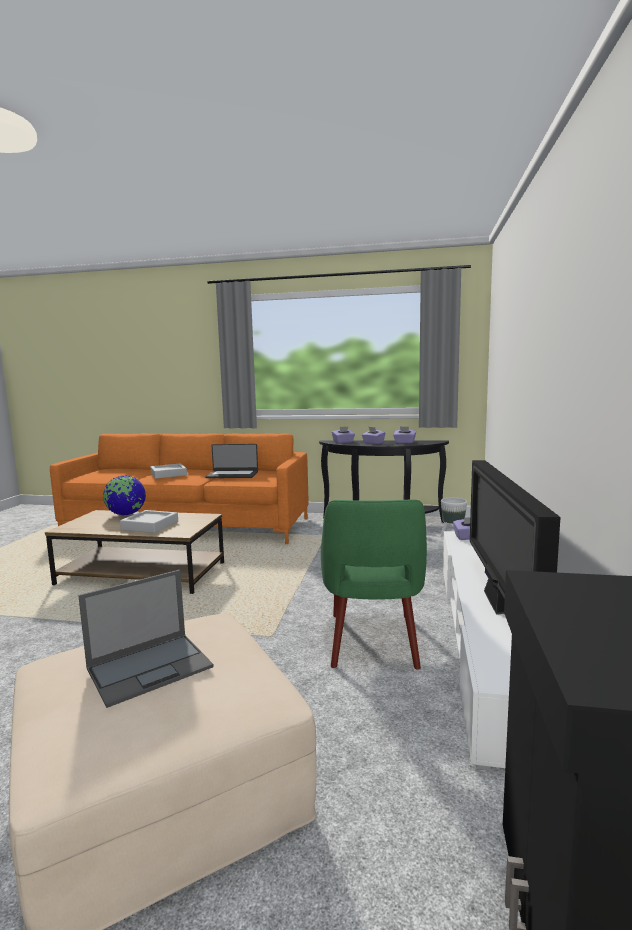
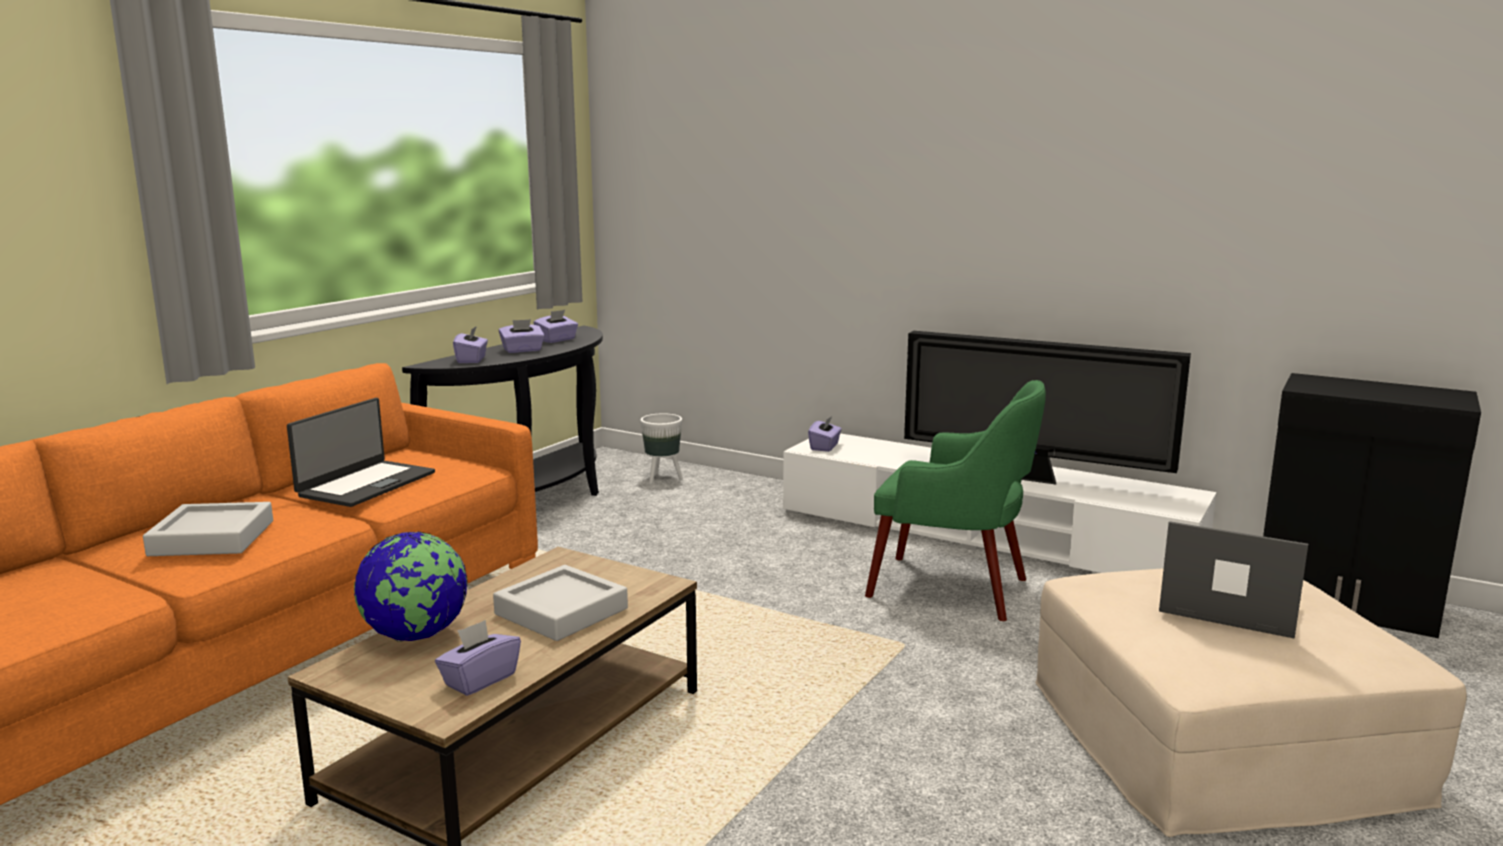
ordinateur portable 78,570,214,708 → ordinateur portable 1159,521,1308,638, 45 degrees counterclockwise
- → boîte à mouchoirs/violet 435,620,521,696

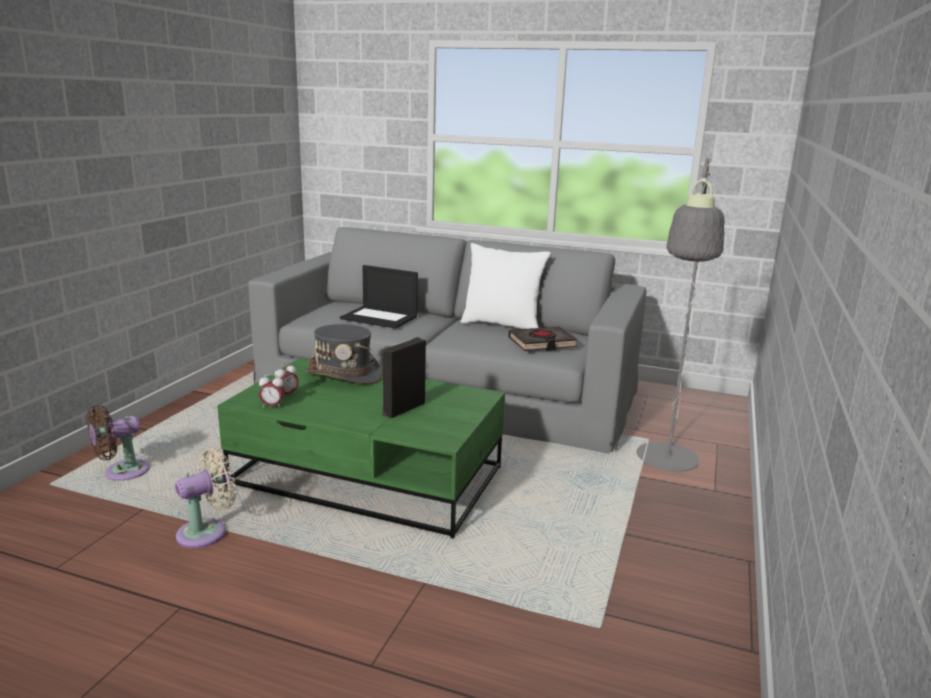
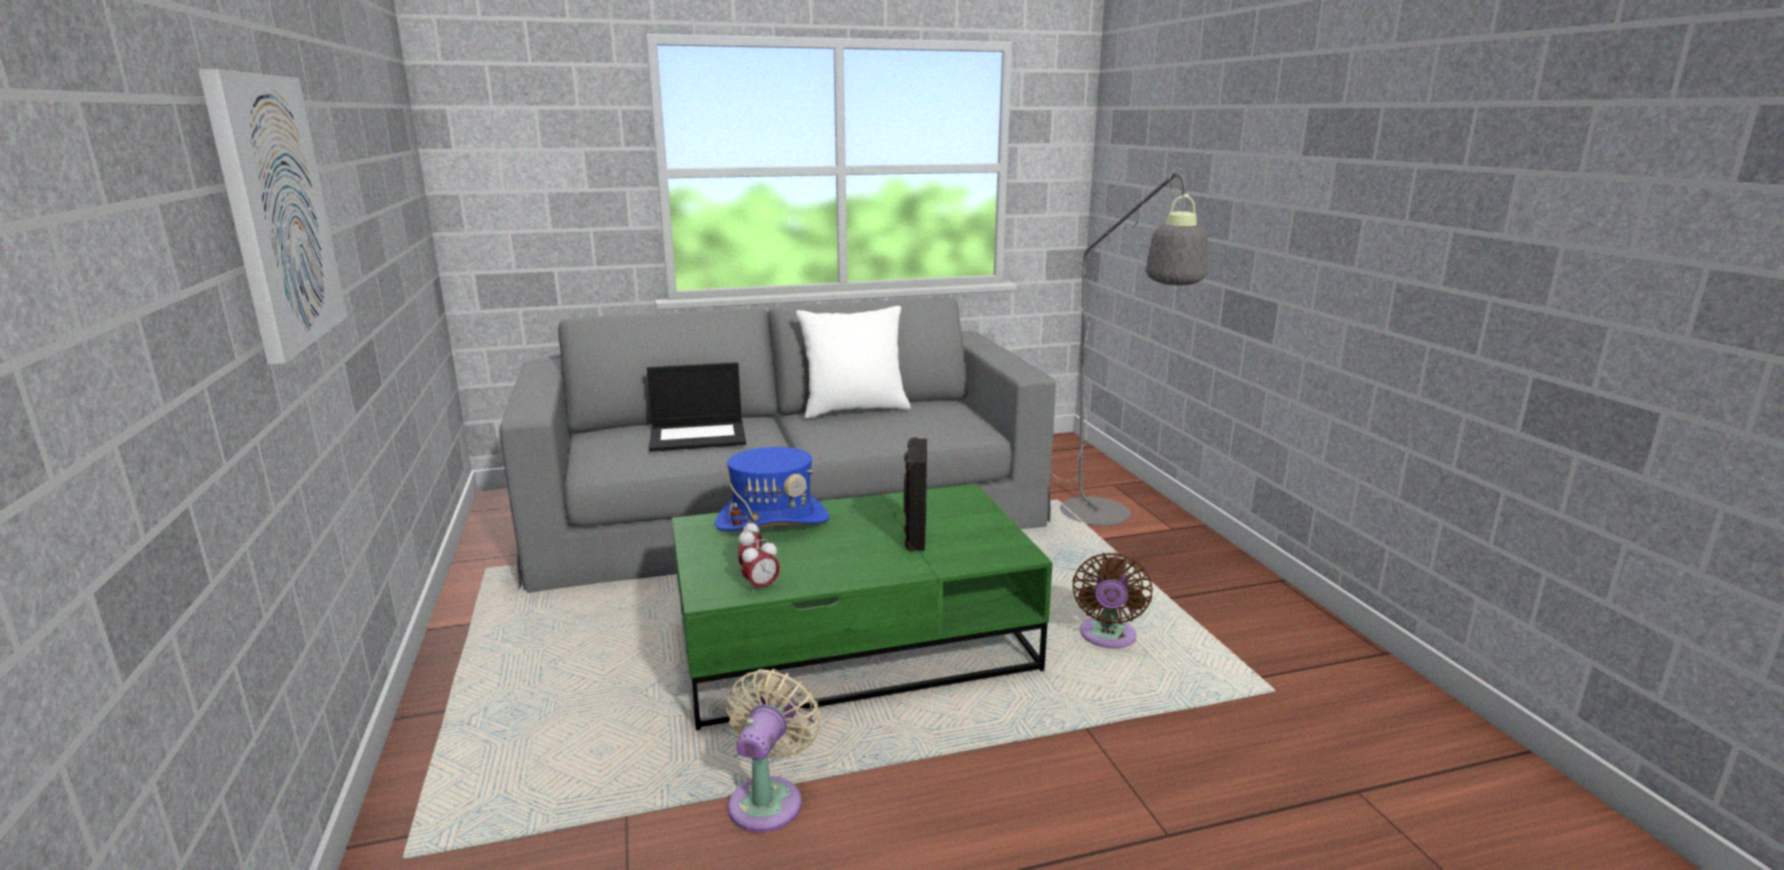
ventilateur/marron 87,405,150,481 → ventilateur/marron 1072,552,1152,648, shifted
chapeau/gris 305,324,382,384 → chapeau/bleu 715,447,829,531
livre/noir 508,327,577,351 → -
- → tableau 198,69,347,365

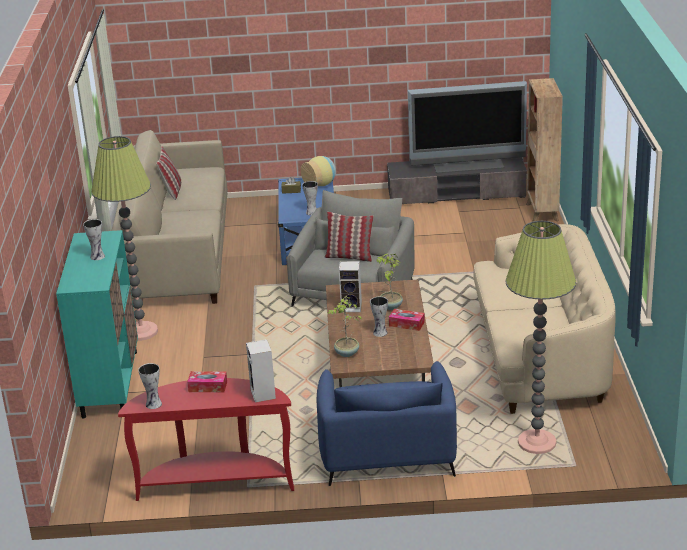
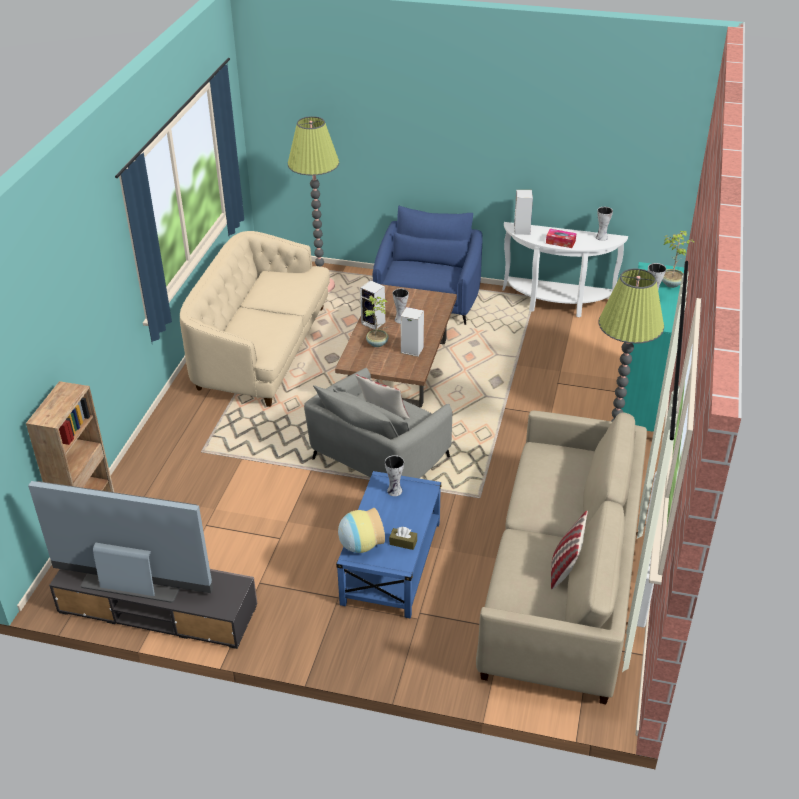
table console/rouge 118,378,294,501 → table console/blanc 502,222,628,317
plante en pot 327,296,362,357 → plante en pot 662,231,695,288, shifted
boîte à mouchoirs 389,309,425,331 → enceinte 360,280,385,330

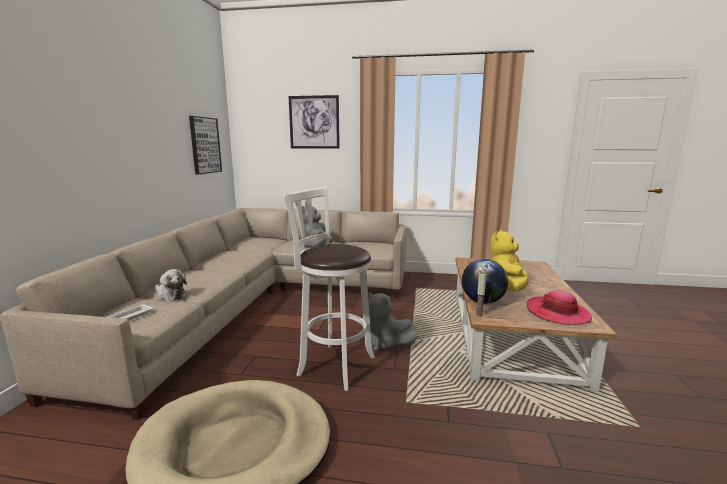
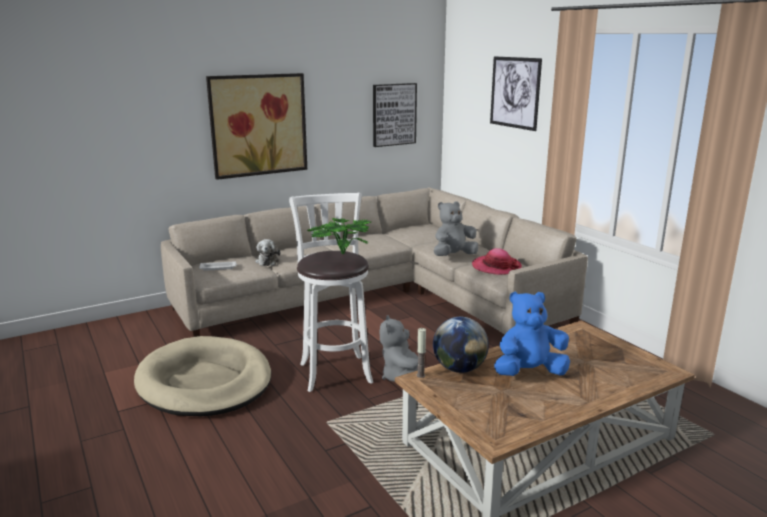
peluche/jaune 491,229,528,292 → peluche/bleu 494,291,570,376
chapeau 527,290,592,325 → chapeau 472,248,522,275, shifted
- → tableau 206,73,307,180
- → plante en pot 307,218,372,254

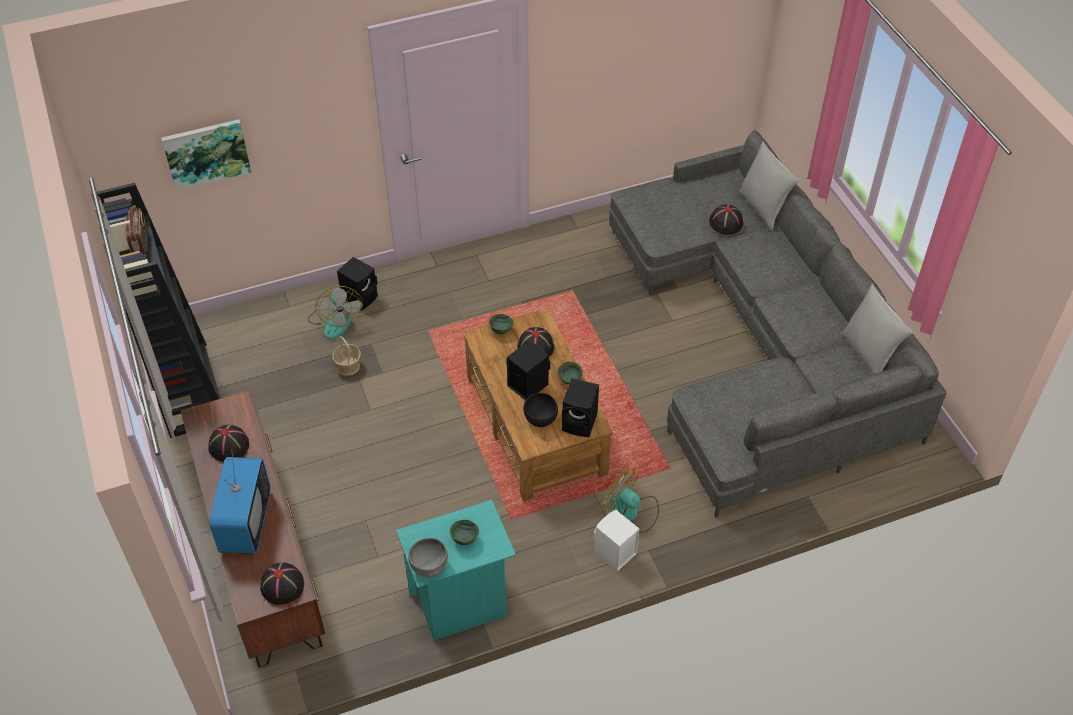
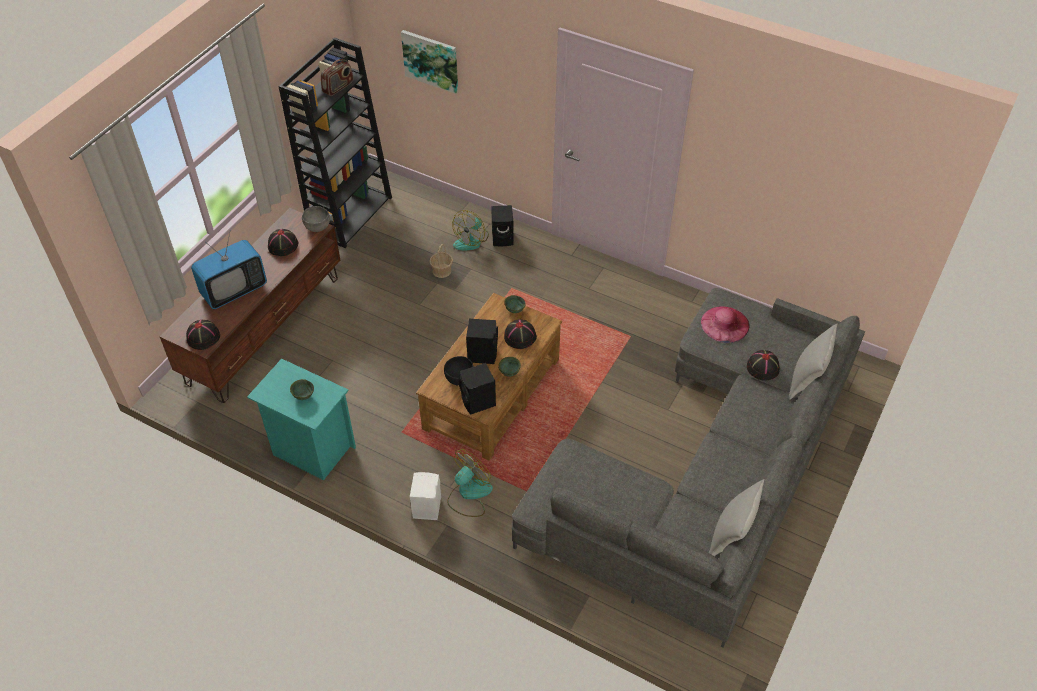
bol/gris 408,538,448,577 → bol/gris 302,206,330,232, shifted
ventilateur 599,467,659,533 → ventilateur 447,449,493,517, 45 degrees clockwise
- → chapeau/rose 701,306,750,343

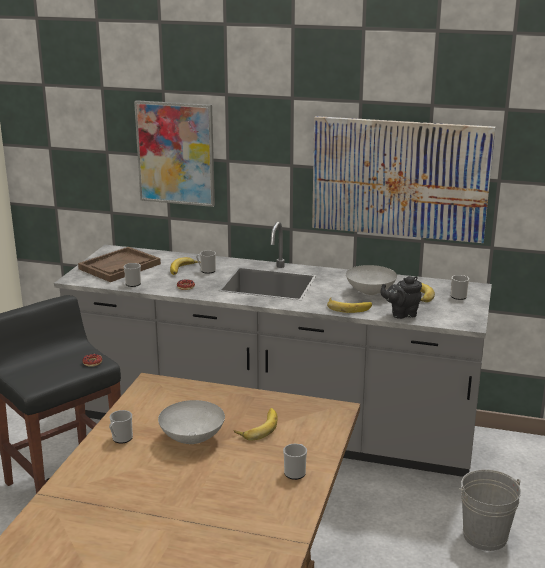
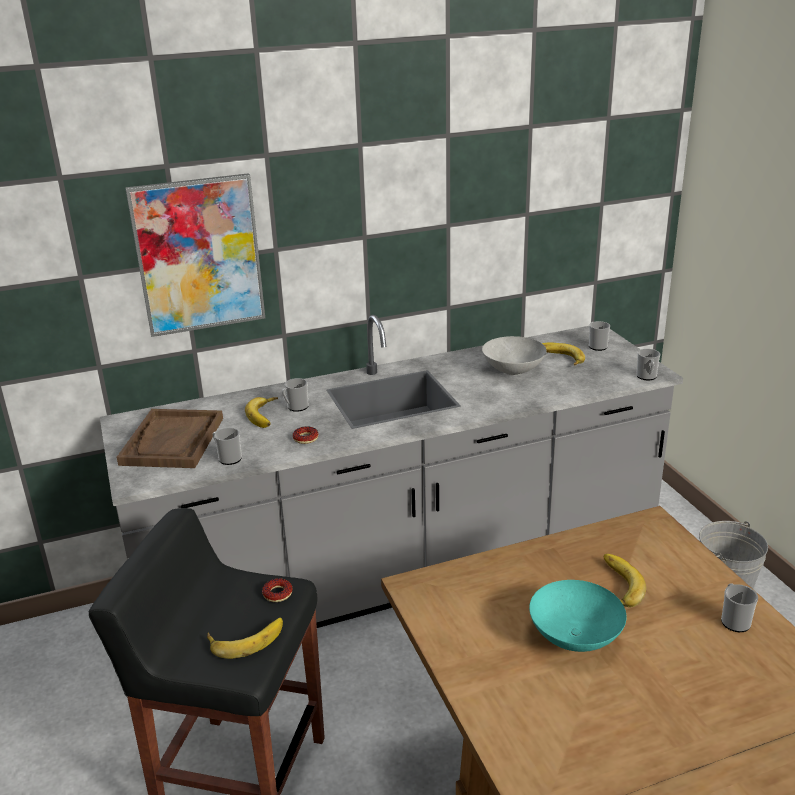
mug 109,410,133,444 → mug 636,349,660,380, shifted
bol/gris 158,400,225,444 → bol/turquoise 529,580,627,652
tableau 312,116,495,243 → -
banane 327,298,372,313 → banane 207,618,283,659, shifted
théière/noir 380,276,422,319 → -

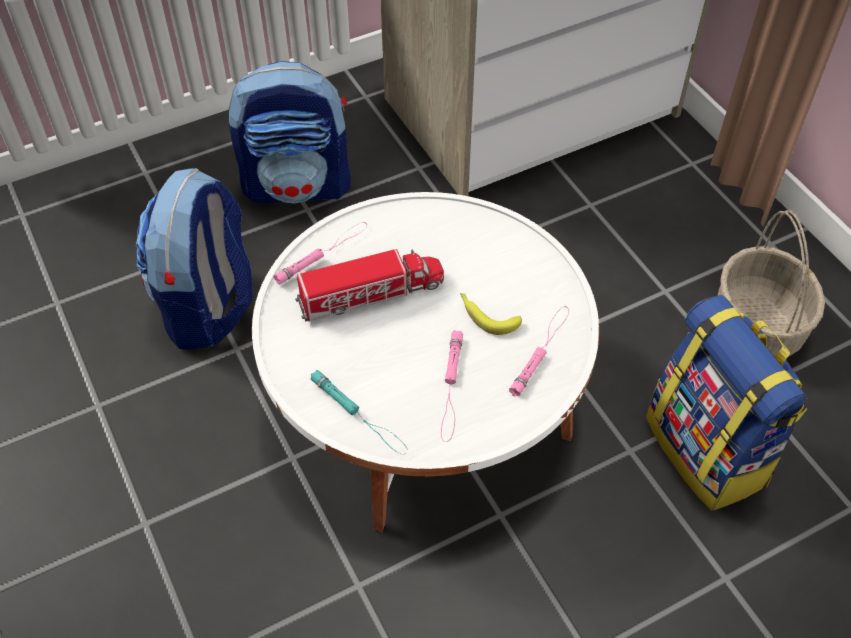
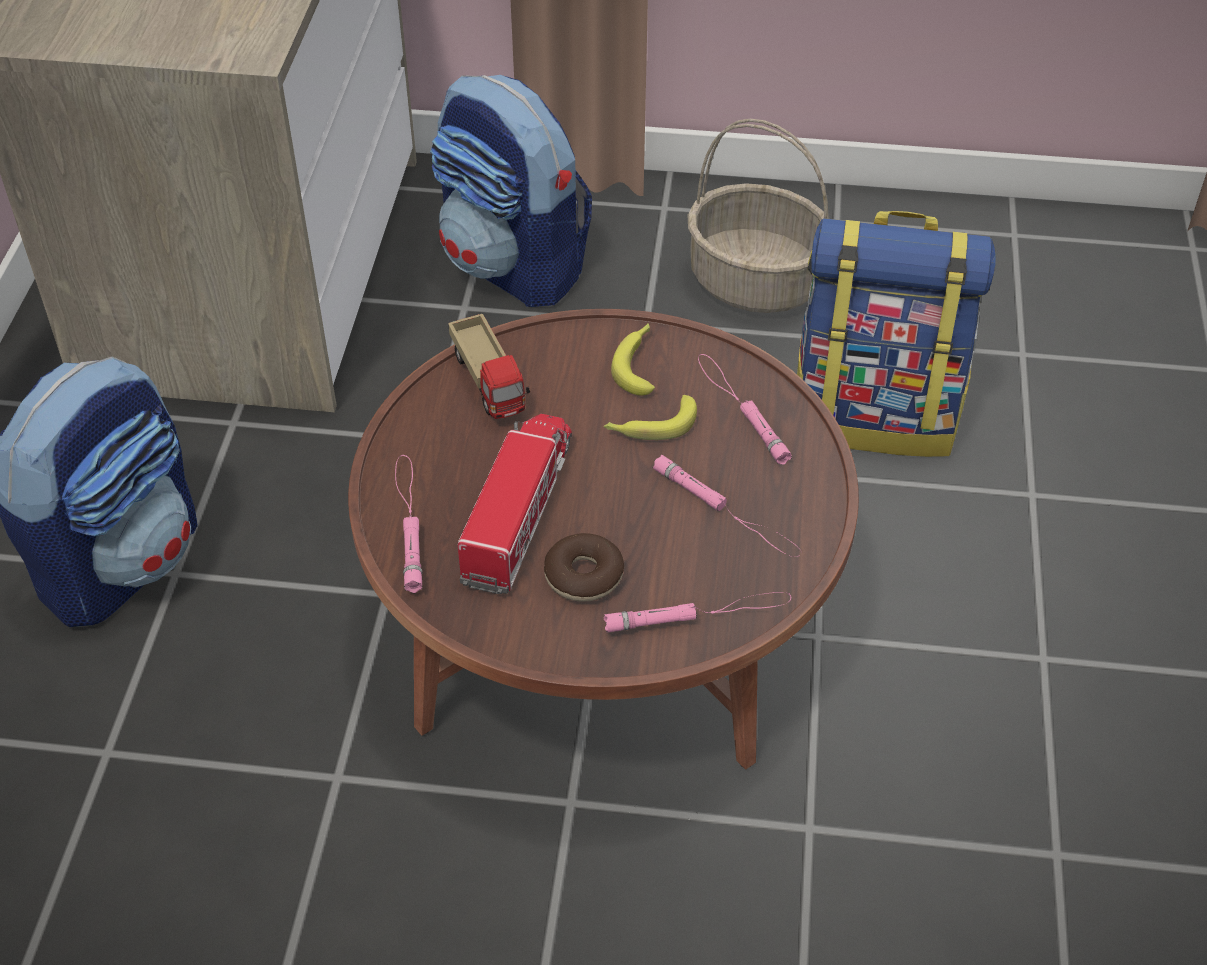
sac à dos 136,168,253,349 → sac à dos 430,75,592,307, shifted
table basse/blanc 252,192,599,532 → table basse/marron 348,309,859,770
lampe de poche/turquoise 310,370,408,454 → lampe de poche/rose 604,592,791,633
- → camion jouet 448,314,530,419
- → beignet 544,533,624,602
- → banane 611,323,655,395

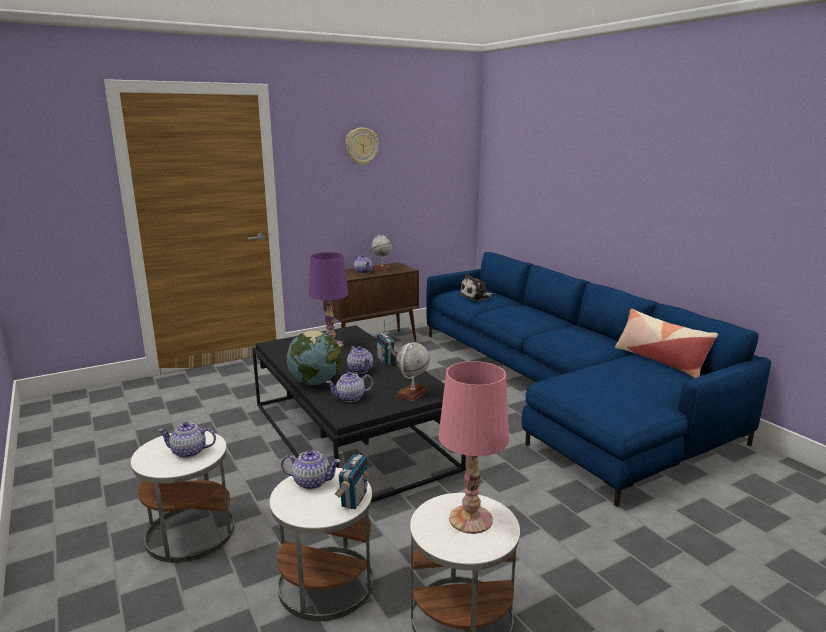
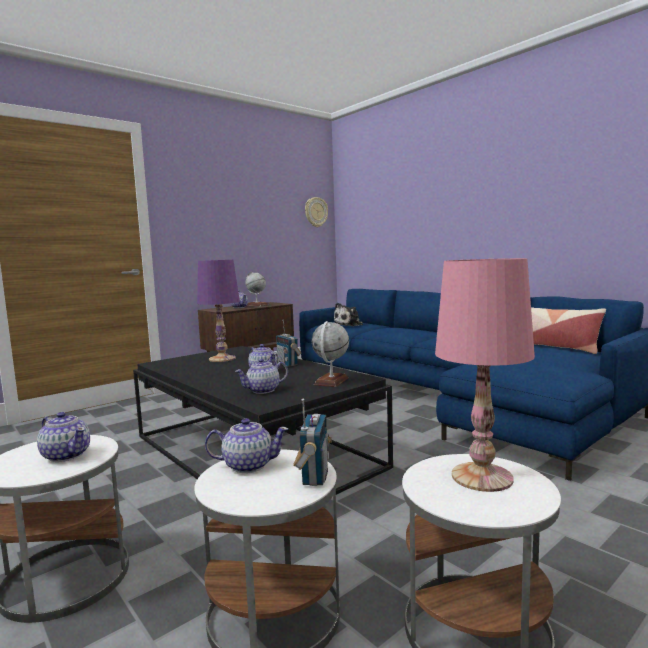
théière 158,422,216,458 → théière 37,412,90,462, 135 degrees counterclockwise
globe 287,330,341,385 → -
horloge murale 346,127,379,165 → horloge murale 305,197,328,227, shifted

